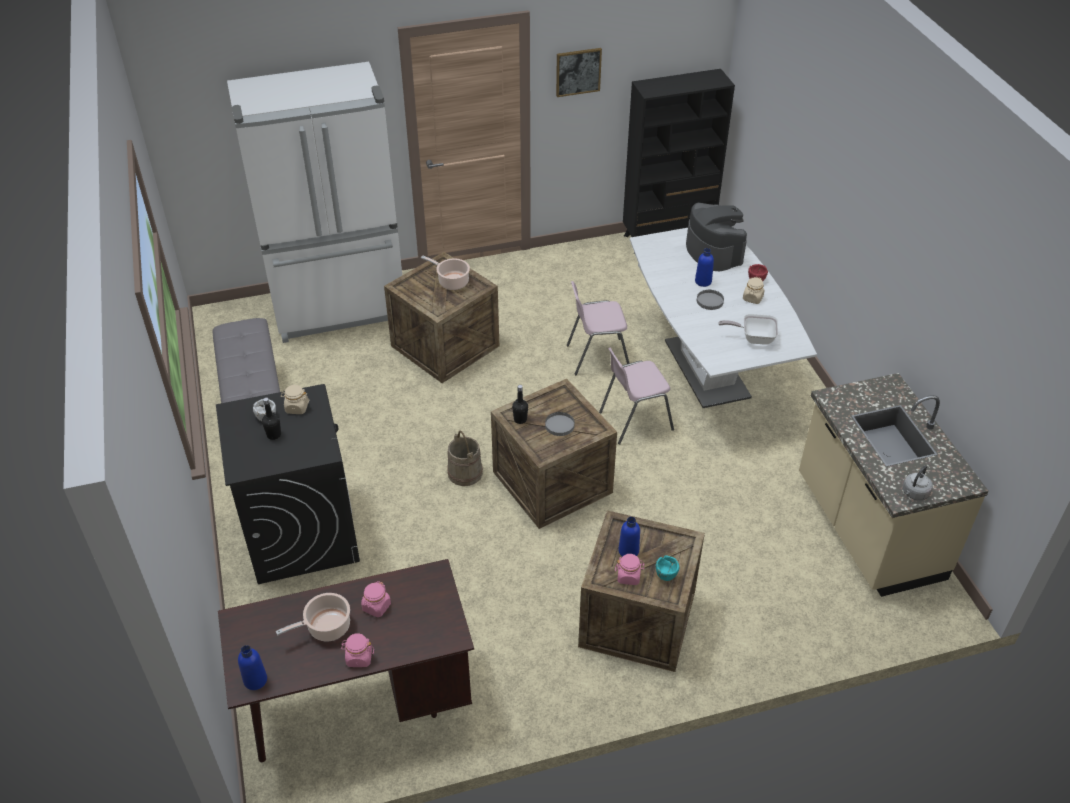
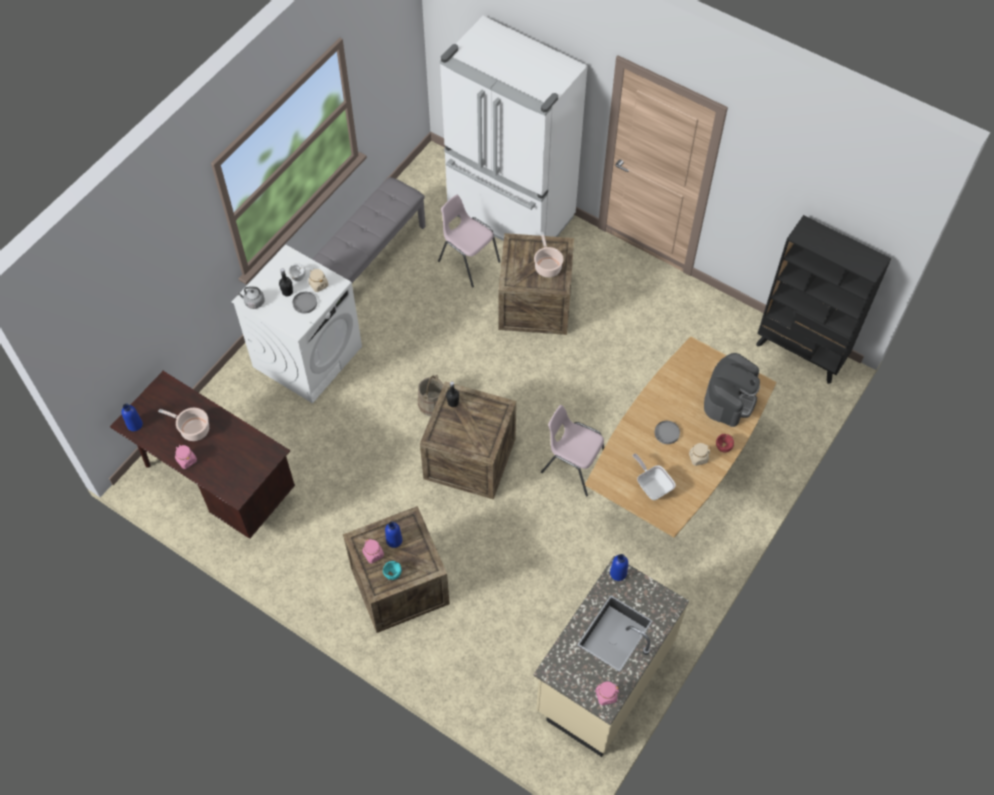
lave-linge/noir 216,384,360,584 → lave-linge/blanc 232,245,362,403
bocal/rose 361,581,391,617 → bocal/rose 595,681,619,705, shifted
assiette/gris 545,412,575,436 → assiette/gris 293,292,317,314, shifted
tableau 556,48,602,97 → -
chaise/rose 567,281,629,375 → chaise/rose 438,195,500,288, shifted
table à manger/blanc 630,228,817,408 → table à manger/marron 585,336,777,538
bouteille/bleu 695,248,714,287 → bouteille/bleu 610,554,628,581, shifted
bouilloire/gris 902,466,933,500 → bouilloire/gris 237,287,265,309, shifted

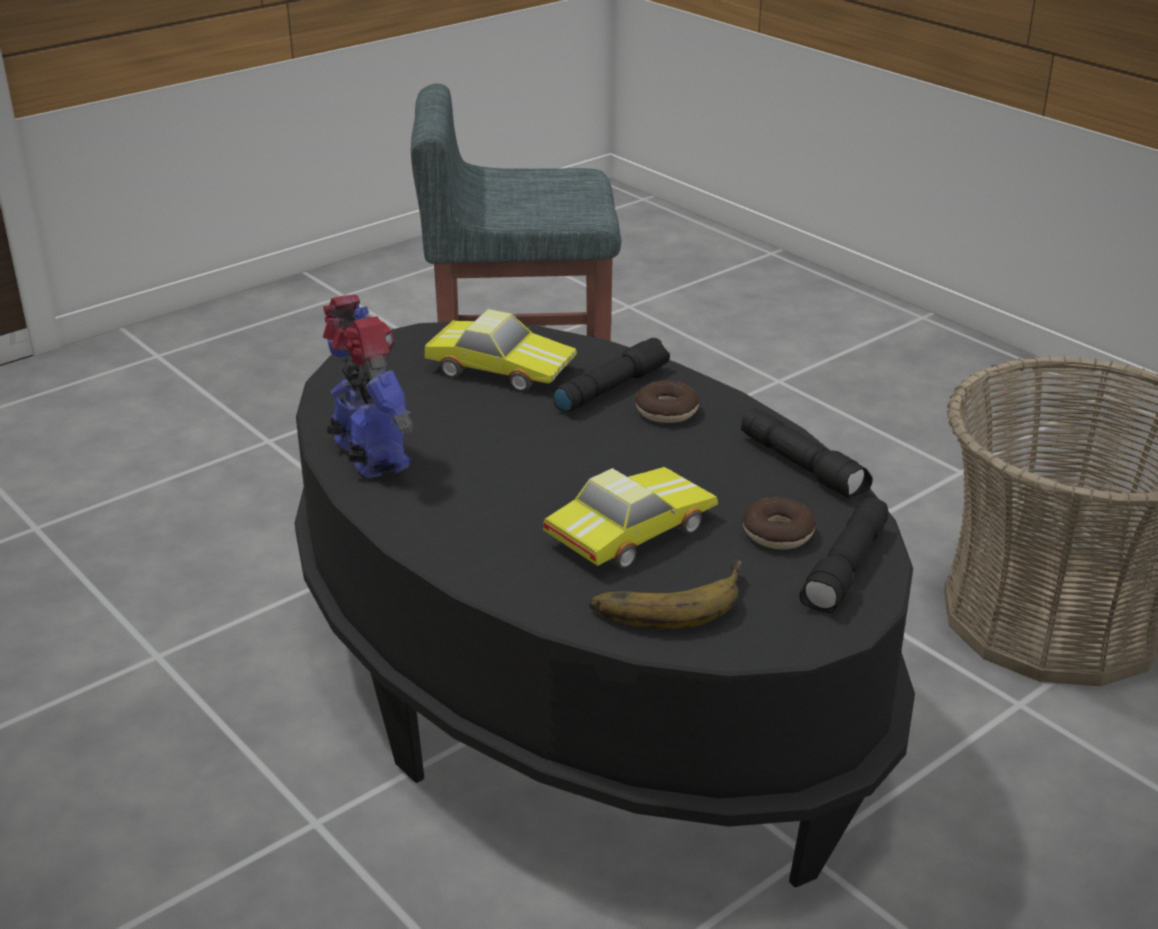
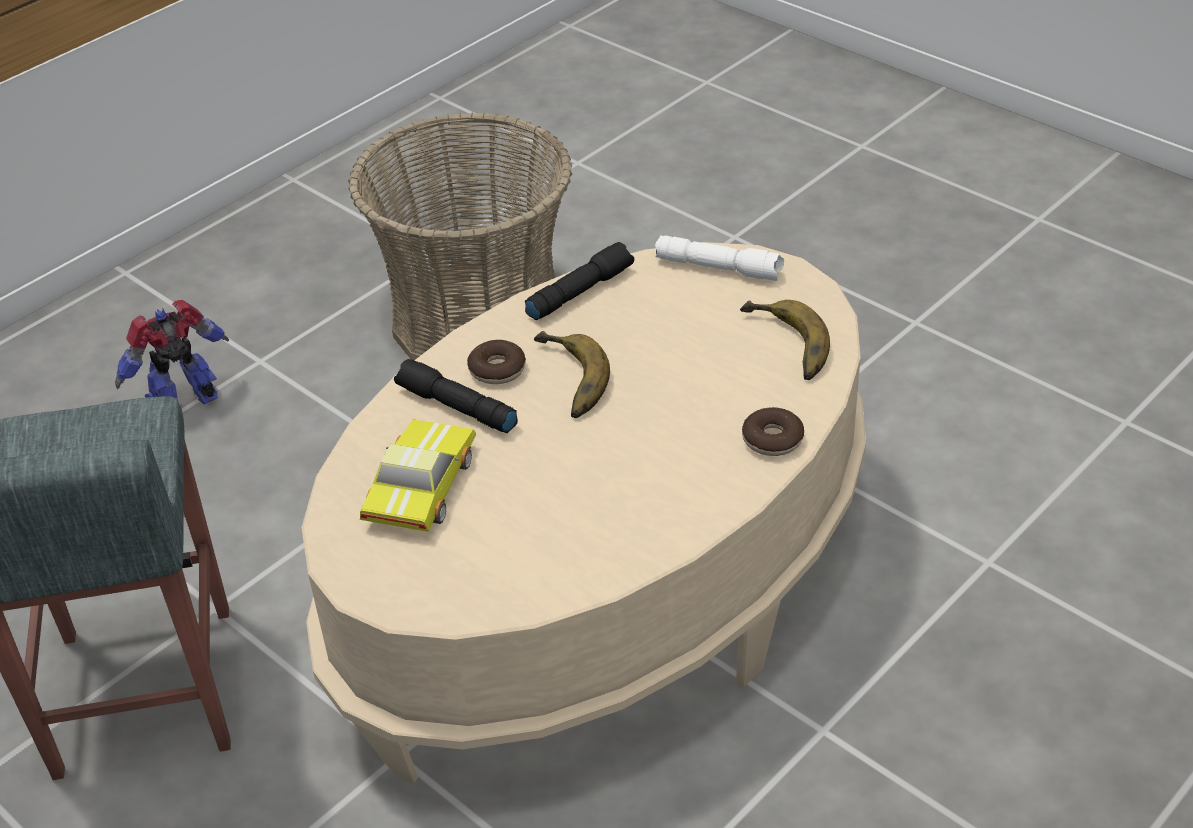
table basse/noir 295,322,915,887 → table basse/beige 301,242,866,783
robot jouet 323,295,413,478 → robot jouet 115,300,229,404, shifted
petite voiture 543,467,718,569 → -
beignet 743,497,816,550 → beignet 742,407,804,456, shifted
lampe de poche/noir 800,498,888,613 → lampe de poche/blanc 655,235,784,281
- → banane 534,331,610,418

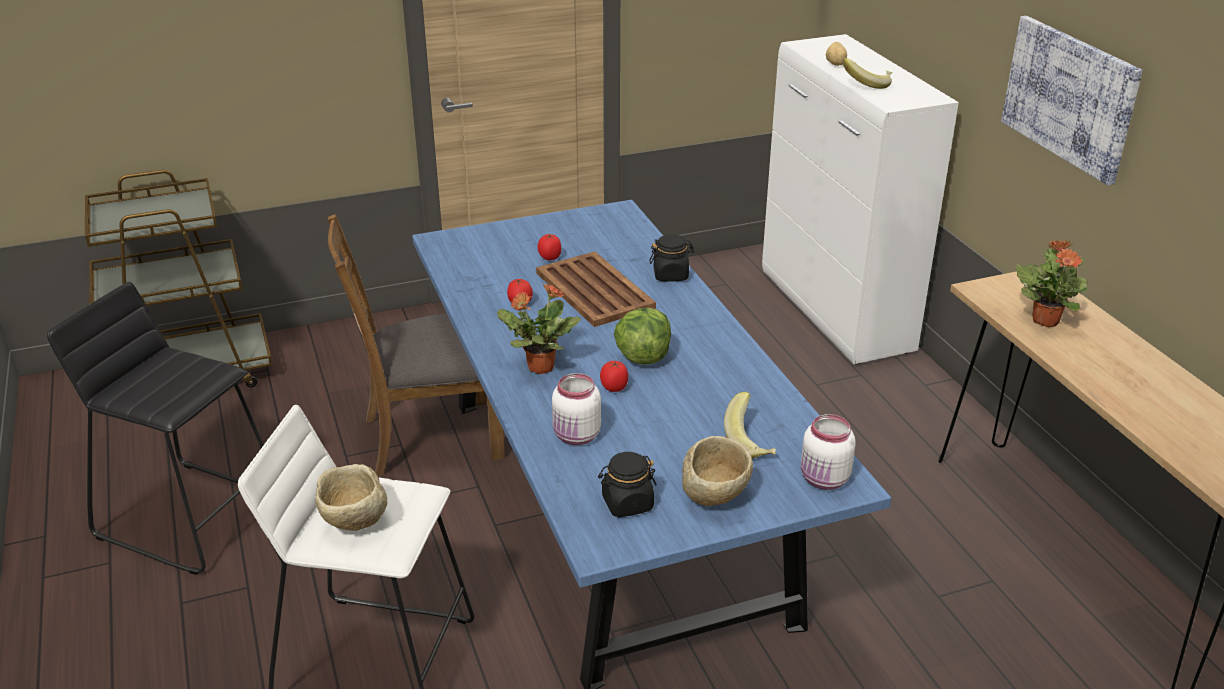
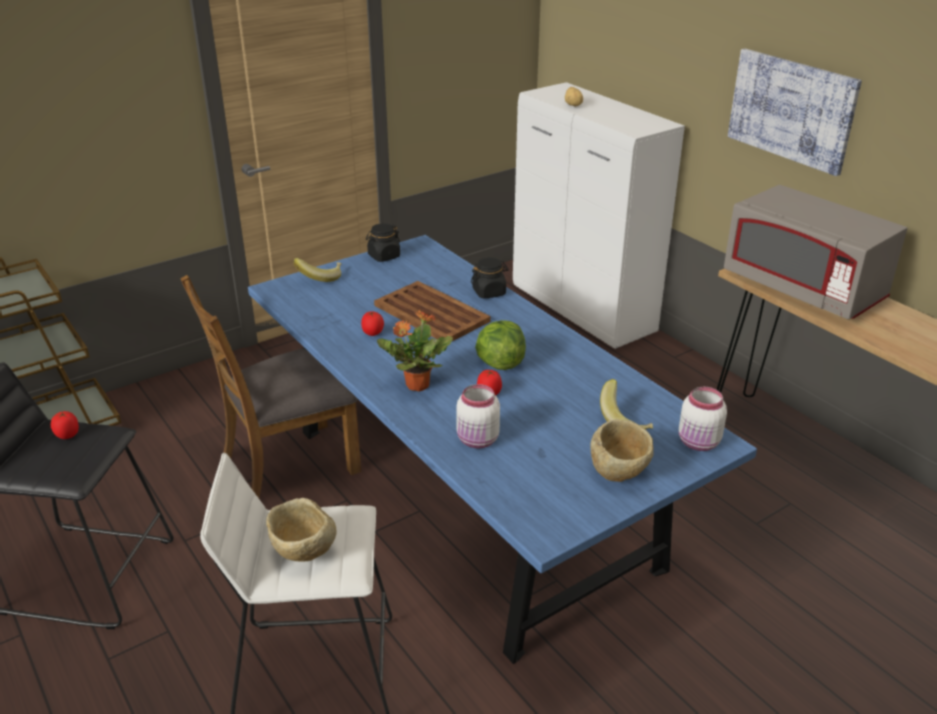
tomate 538,234,561,260 → tomate 51,411,79,439, shifted
bocal/noir 598,452,657,517 → bocal/noir 366,223,400,262, shifted
banane 843,58,892,89 → banane 294,258,342,282, shifted
plante en pot 1016,240,1089,327 → micro-ondes/gris 724,185,907,319

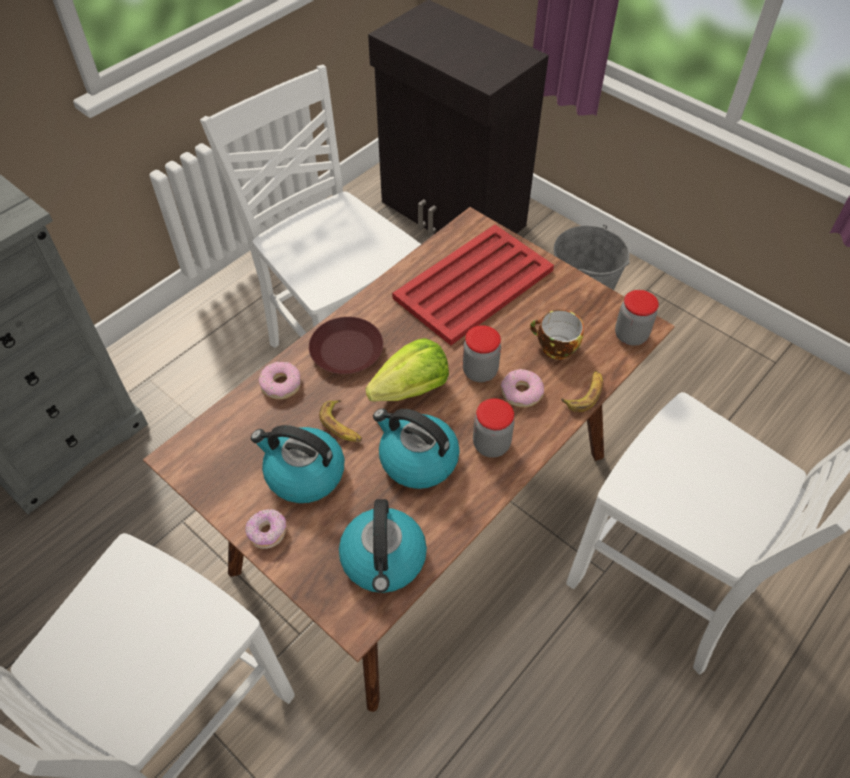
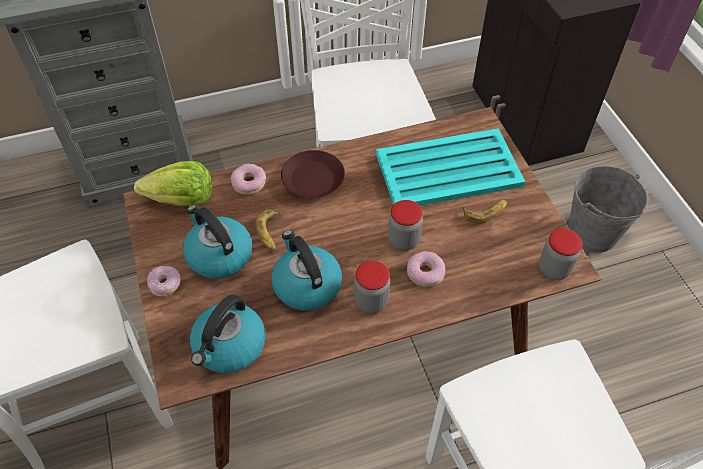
laitue 366,338,449,402 → laitue 134,161,212,206, shifted
plateau/rouge 392,225,554,345 → plateau/turquoise 376,128,525,206
tasse 530,310,584,360 → -
banane 561,371,603,412 → banane 463,200,507,224, shifted

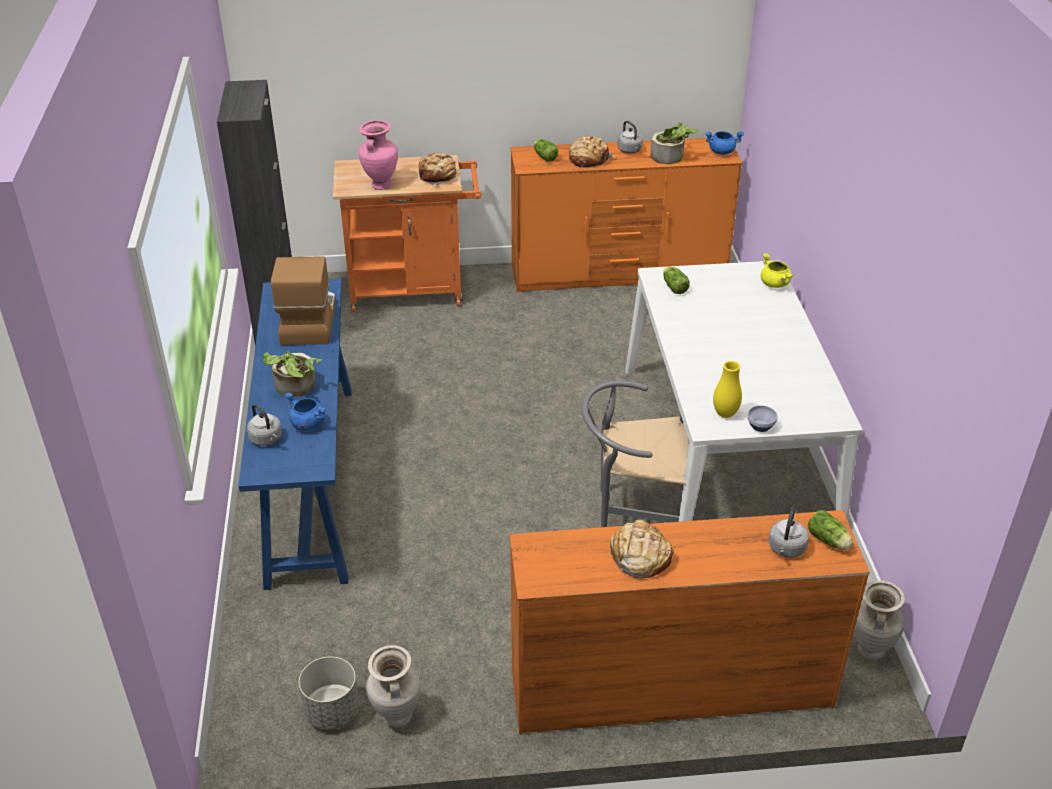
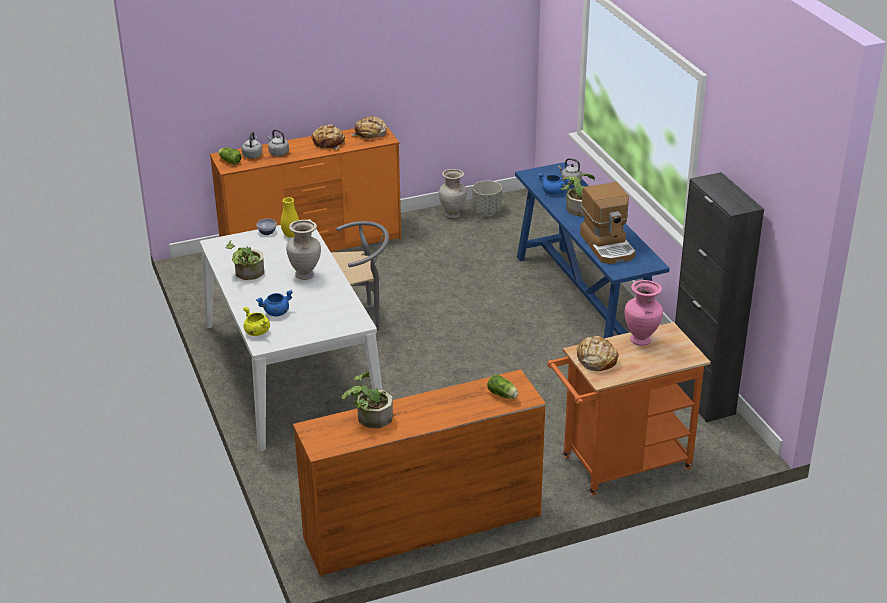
pain 569,136,614,168 → pain 351,116,387,140, shifted
bouilloire/gris 617,121,643,154 → bouilloire/gris 267,129,289,156, shifted
laitue 663,267,690,294 → -
marmite/bleu 705,131,744,155 → marmite/bleu 256,290,293,316, shifted
vase/beige 854,580,905,661 → vase/beige 286,220,321,280, shifted
- → plante en pot 225,240,264,280

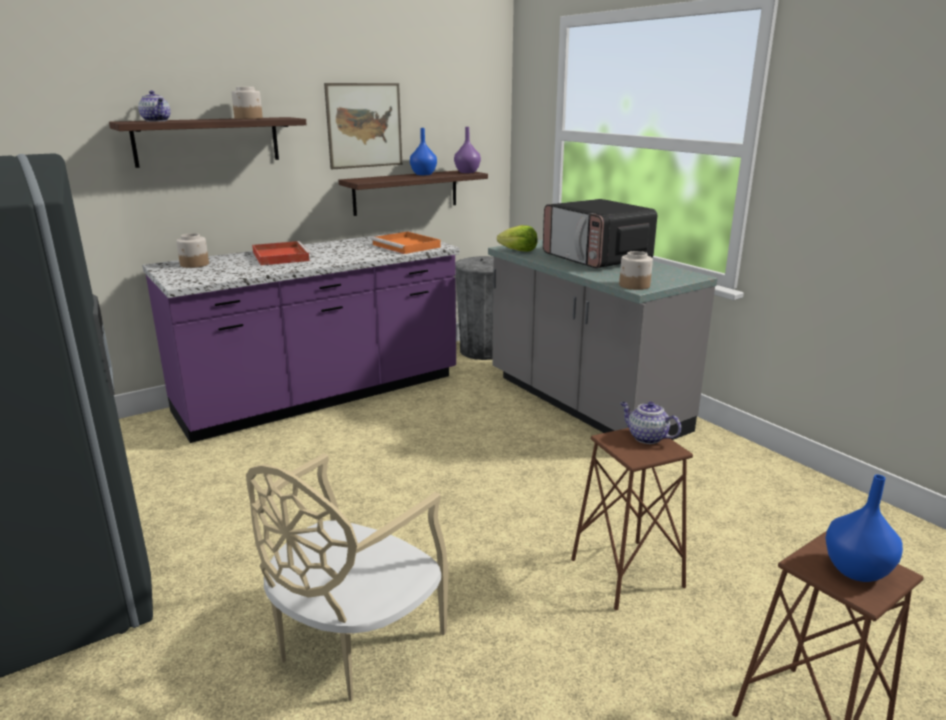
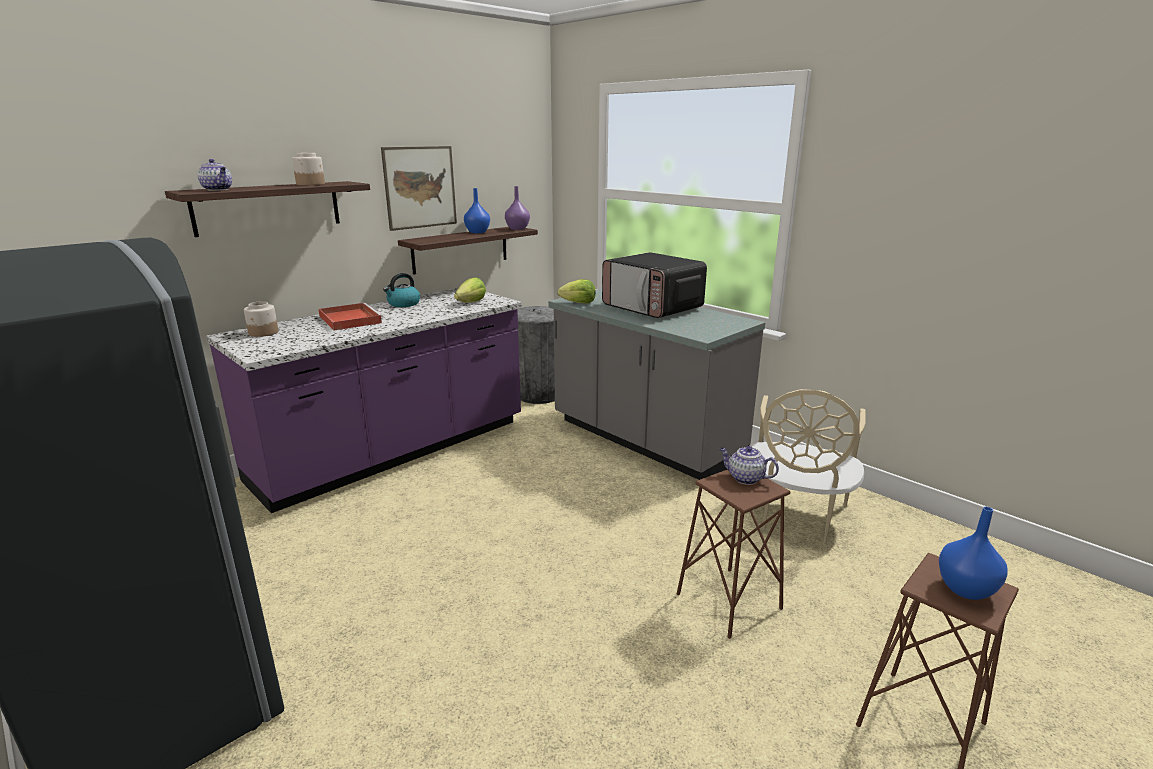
chaise/beige 246,453,449,701 → chaise/beige 752,389,866,543, shifted
plateau/orange 371,231,441,254 → laitue 454,277,486,303
bocal 619,251,653,290 → -
- → bouilloire 383,273,420,307

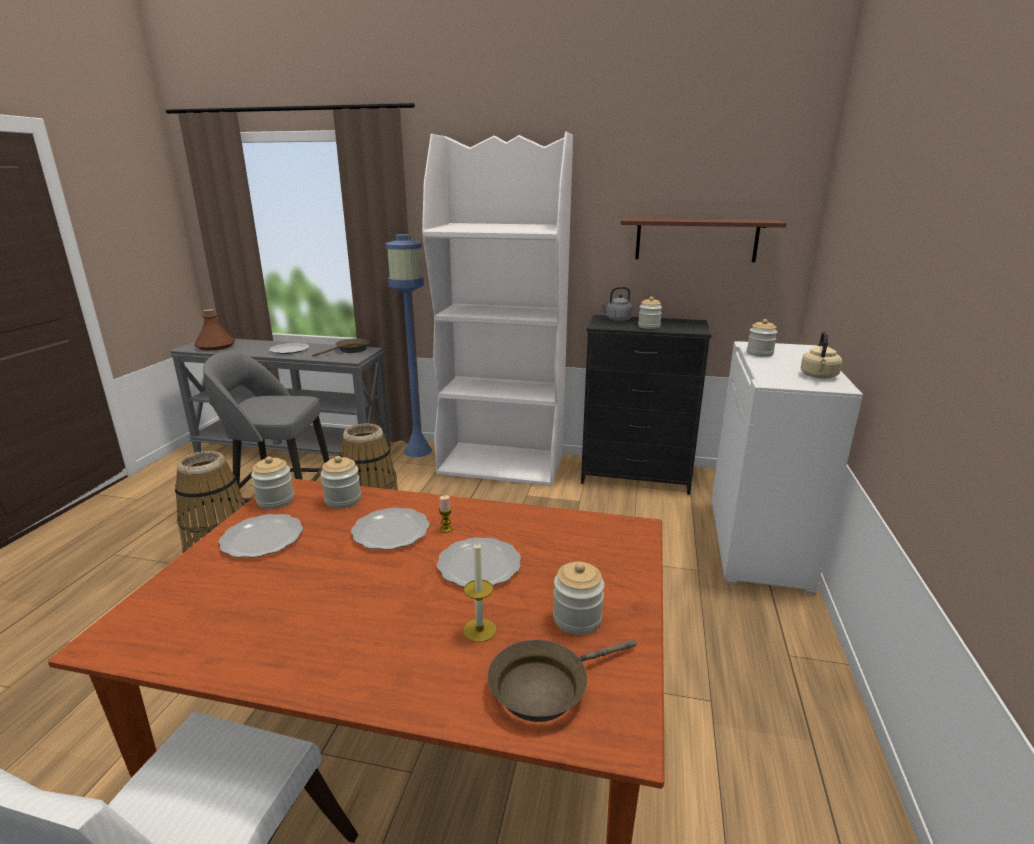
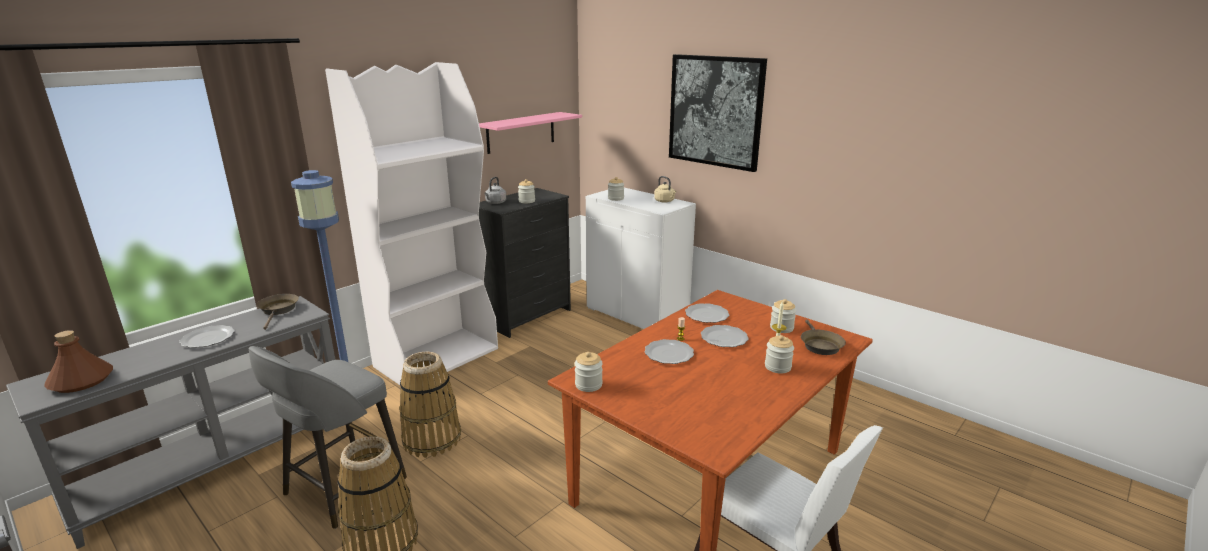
assiette 218,514,303,558 → assiette 685,303,730,323, shifted
bocal 321,456,361,508 → bocal 765,335,794,373, shifted
étagère/marron 620,218,787,262 → étagère/rose 479,112,582,154
- → tableau 669,54,767,172

